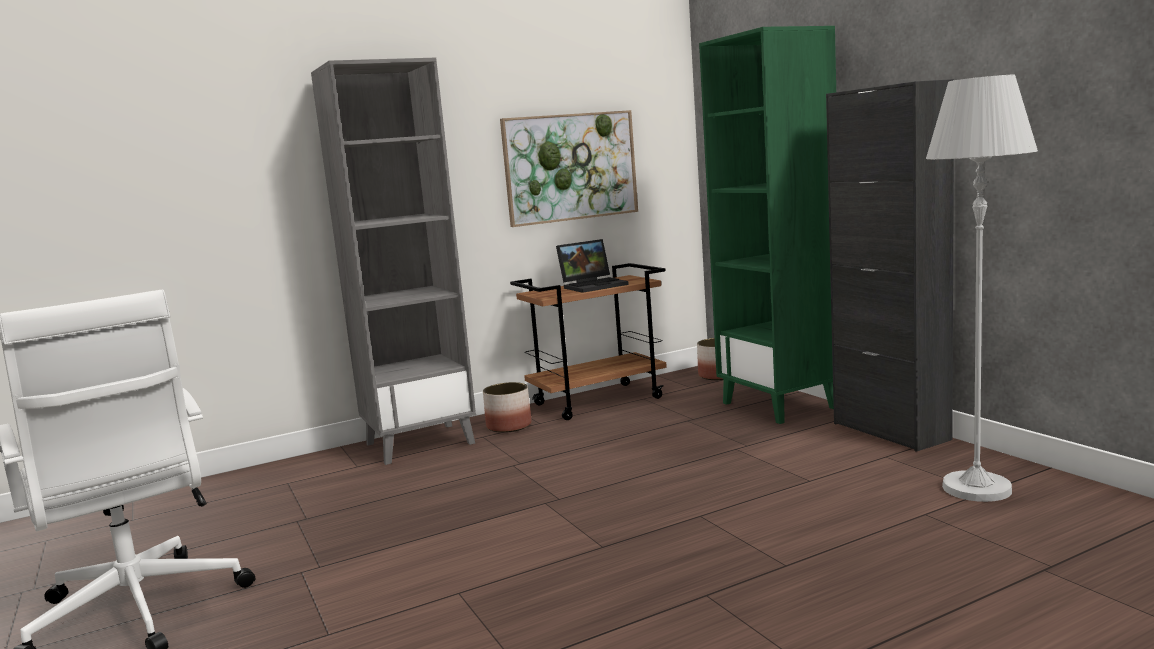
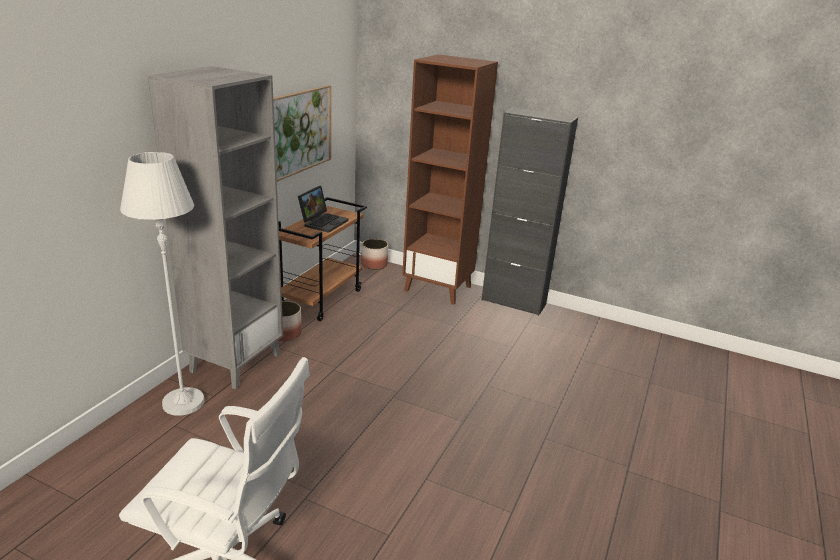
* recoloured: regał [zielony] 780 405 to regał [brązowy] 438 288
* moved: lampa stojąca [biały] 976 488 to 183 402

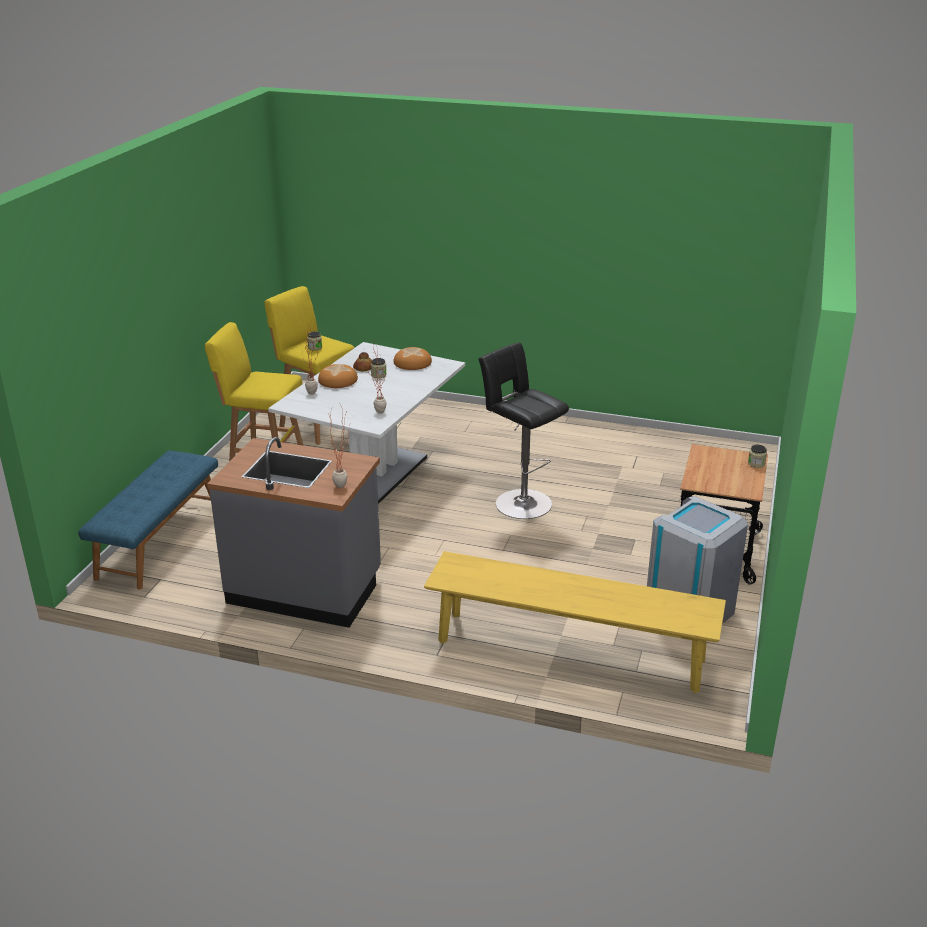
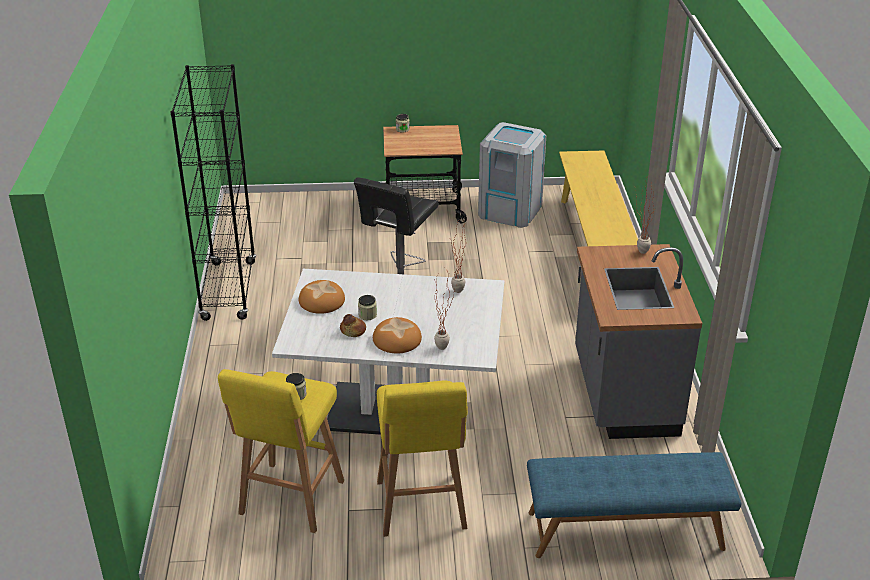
* added: regał [czarny] 229 291

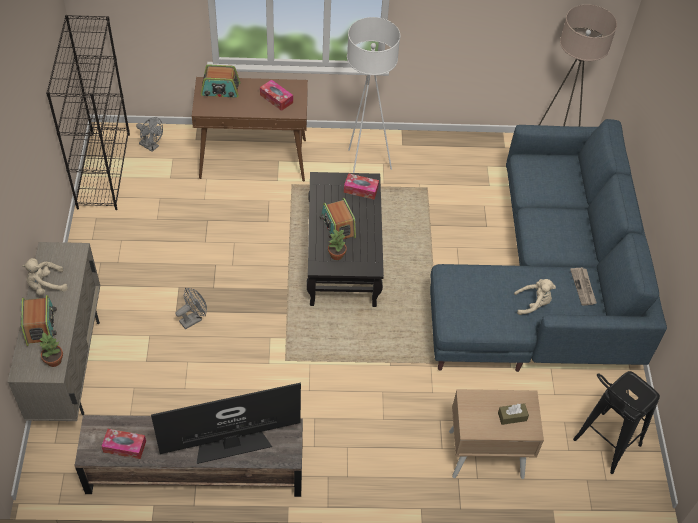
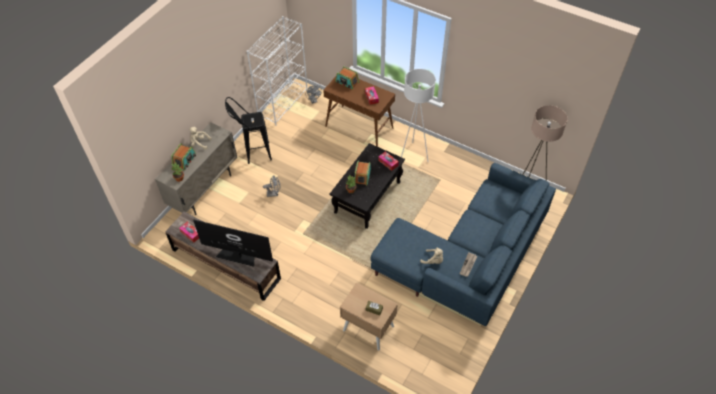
* recoloured: regał [czarny] 103 170 to regał [biały] 283 103
* moved: stołek [czarny] 600 448 to 253 153

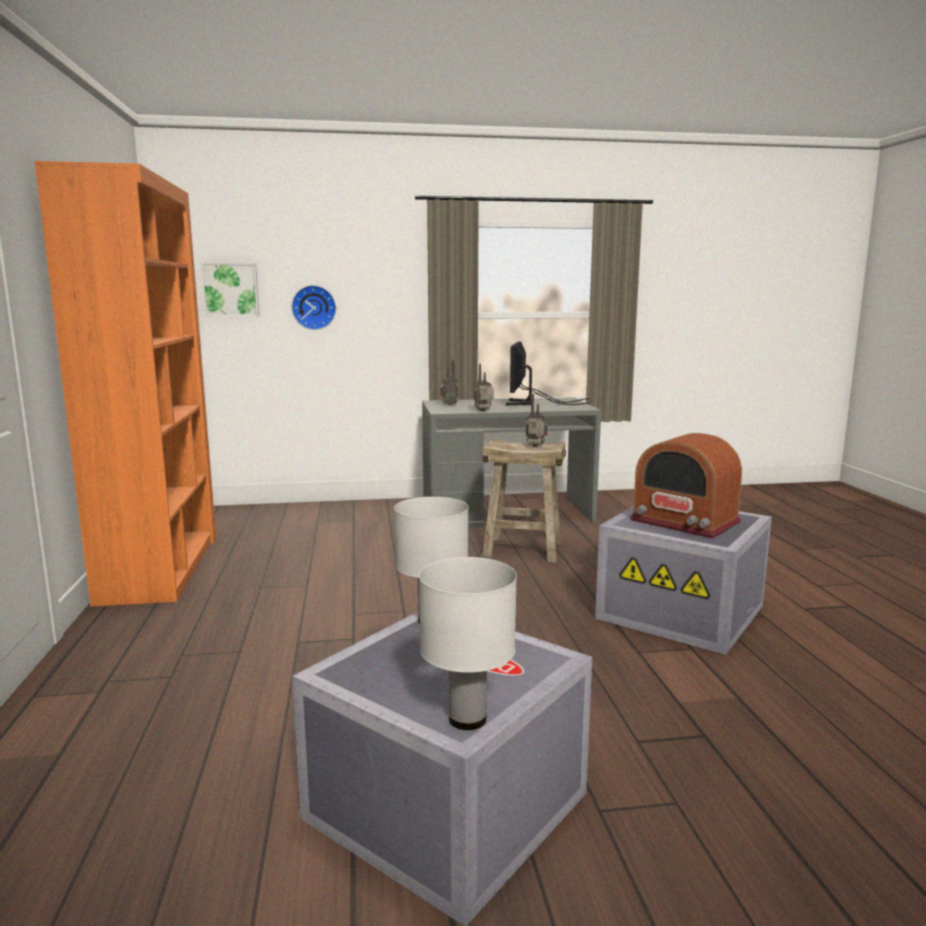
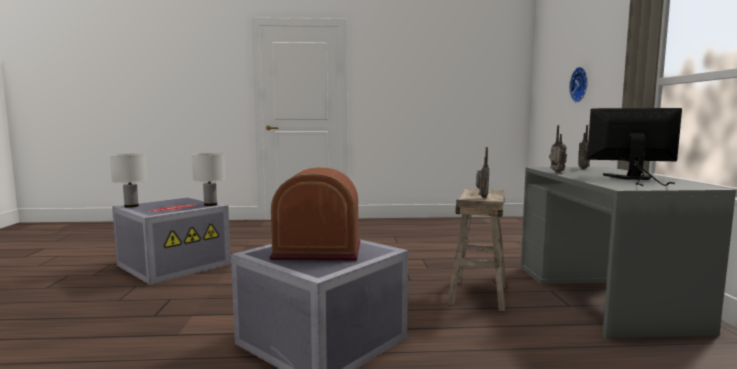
* removed: regał [pomarańczowy] 161 568
* removed: obraz 230 290
* turned: radio 684 521 = 317 250 45 degrees clockwise

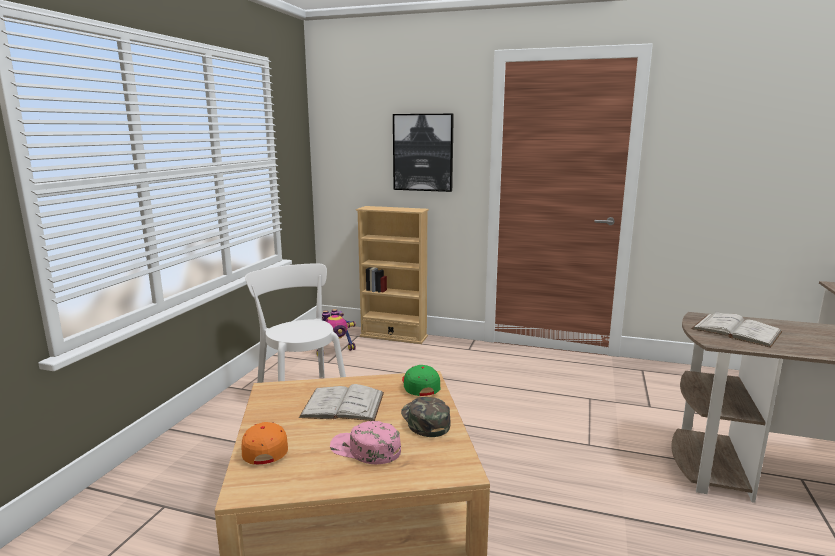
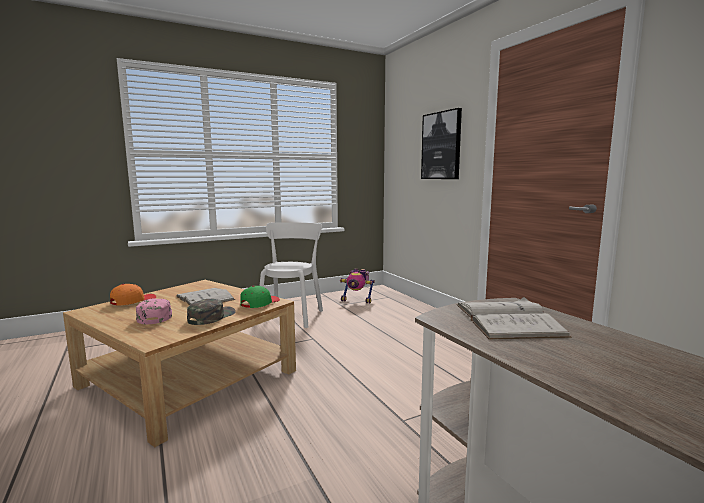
* removed: regał [beżowy] 393 336

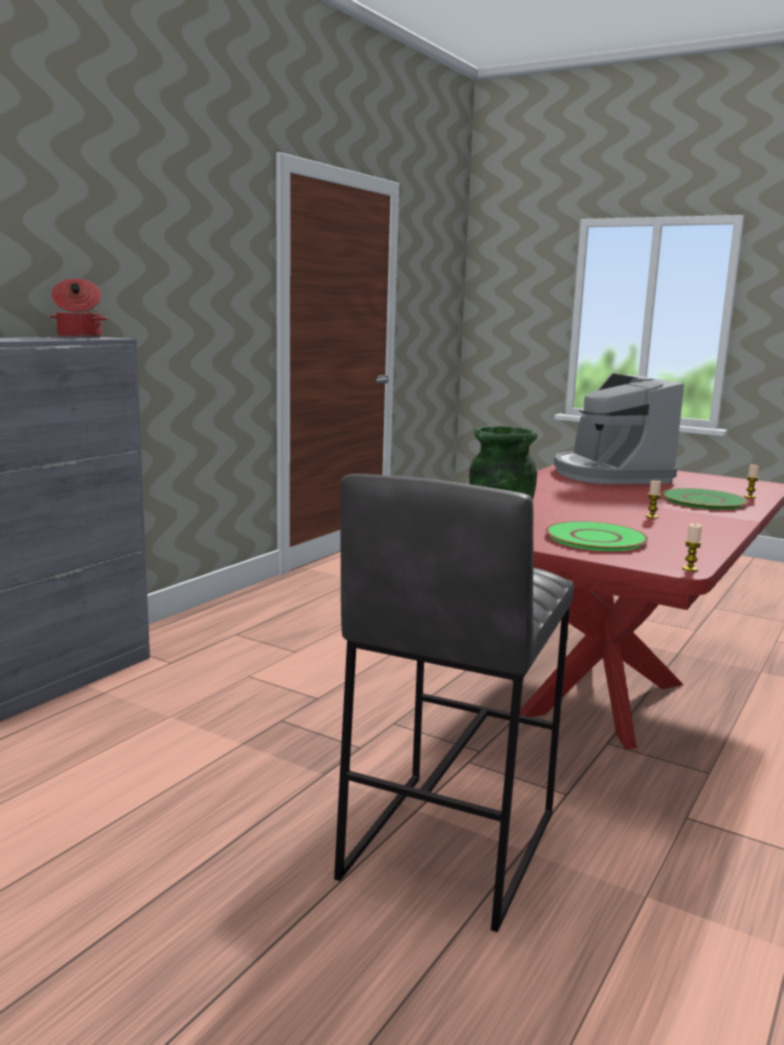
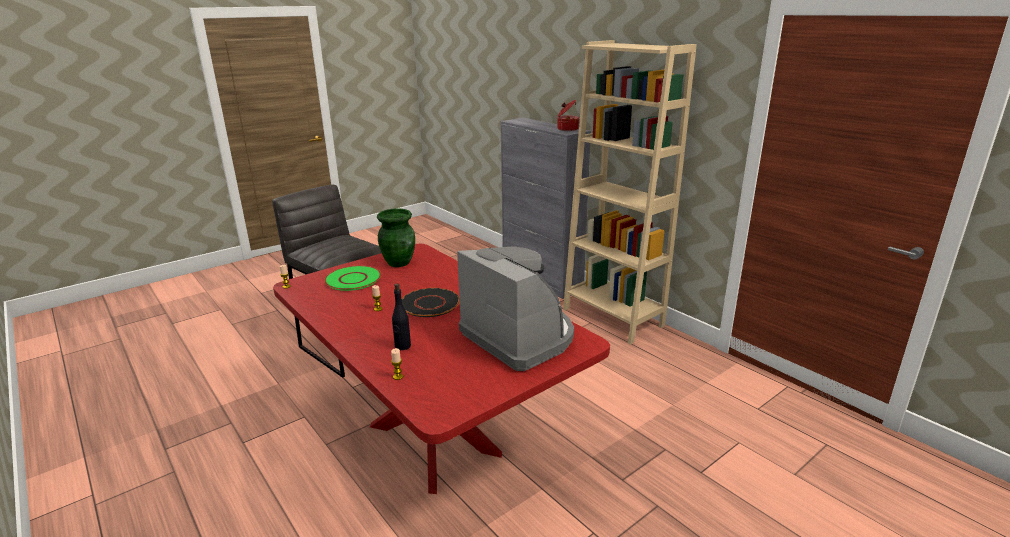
* turned: ekspres do kawy 609 474 = 519 337 45 degrees clockwise
* replaced: talerz [zielony] 703 500 to butelka [czarny] 402 346
* added: regał [beżowy] 612 317
* added: talerz [czarny] 429 303

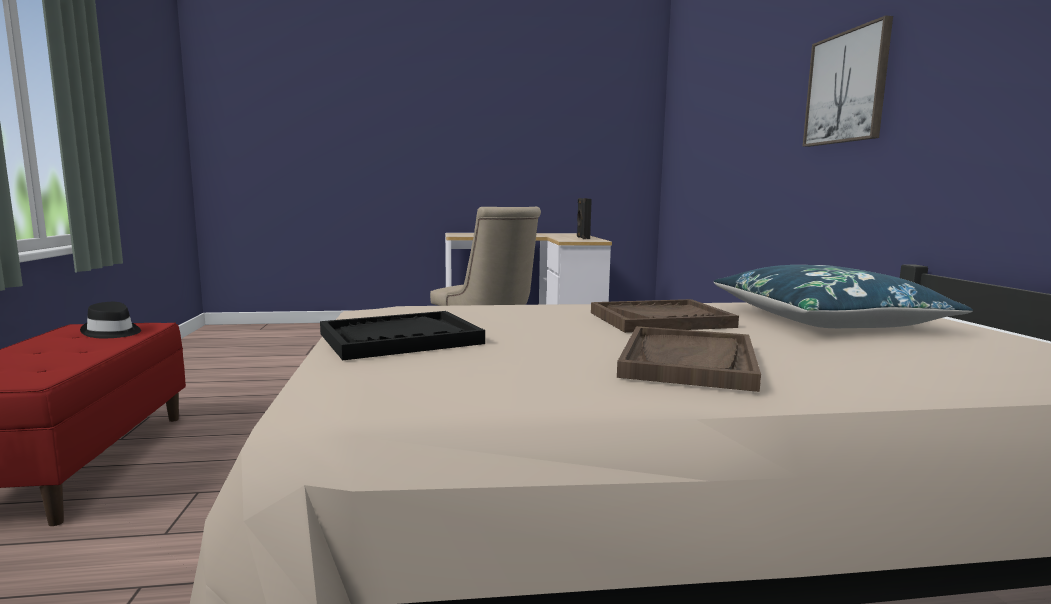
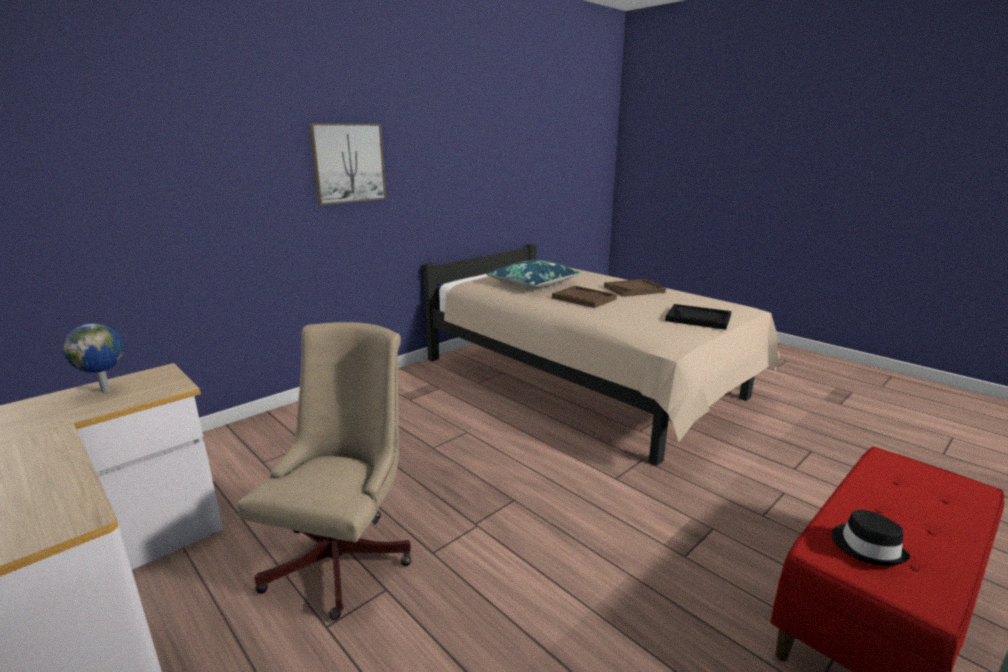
* replaced: głośnik [czarny] 582 238 to globus 107 390

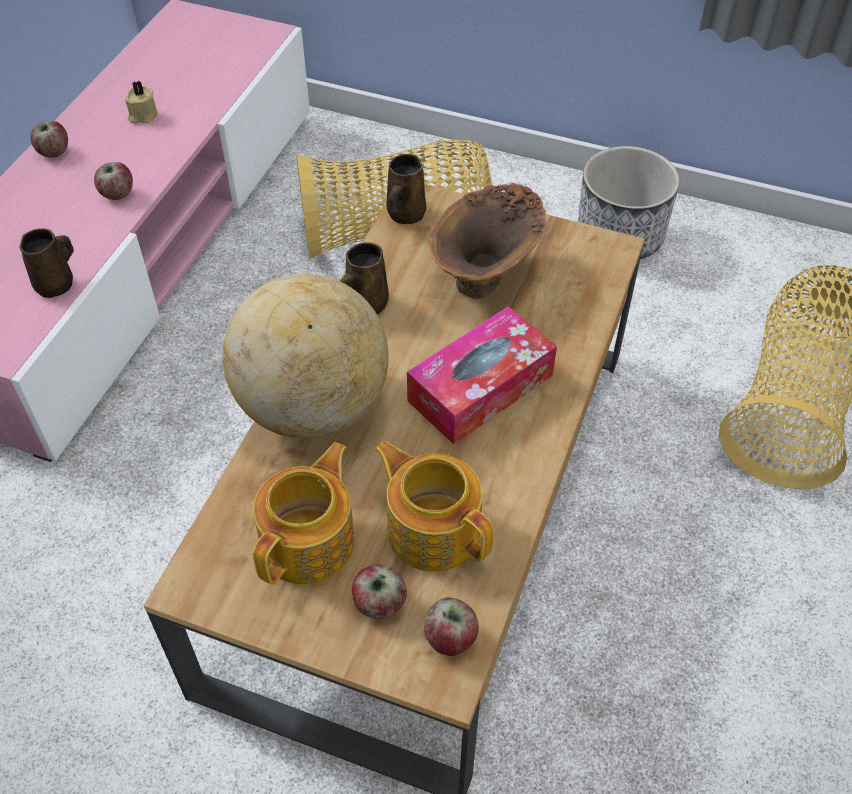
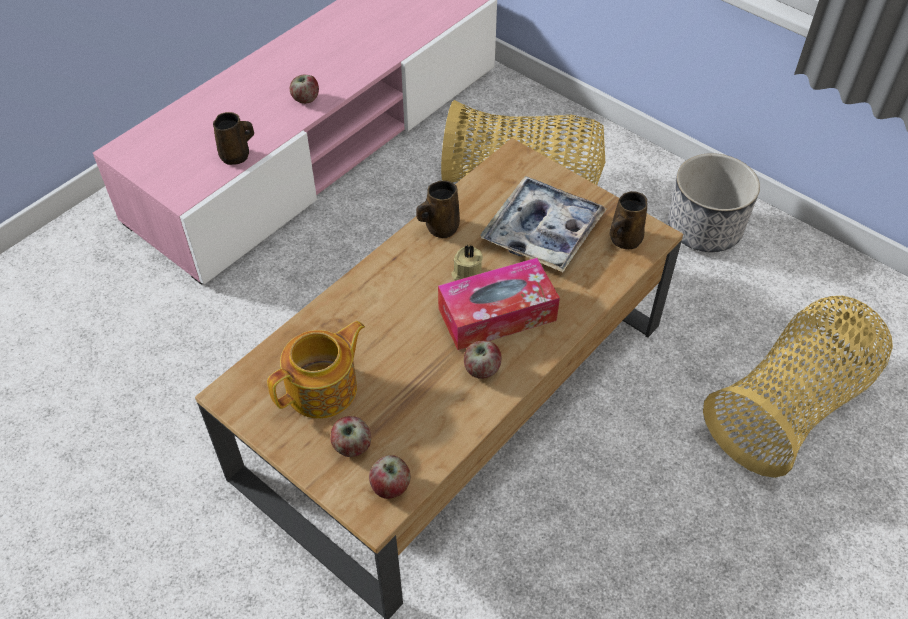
* moved: świeca [beżowy] 143 116 to 466 273
* moved: jabłko 53 152 to 481 369
* moved: kubek [brązowy] 405 215 to 624 240
* replaced: wazon [brązowy] 487 277 to taca 542 232
* removed: globus 313 407
* removed: imbryk 433 528

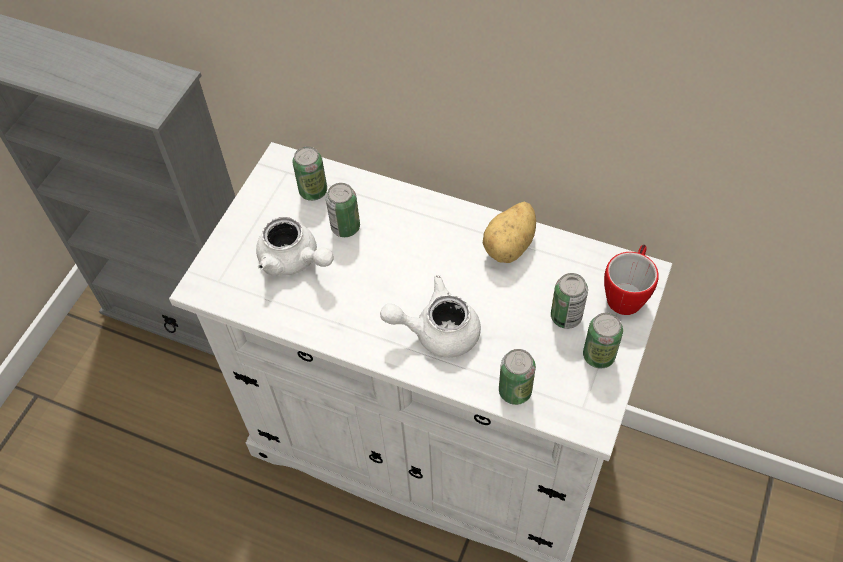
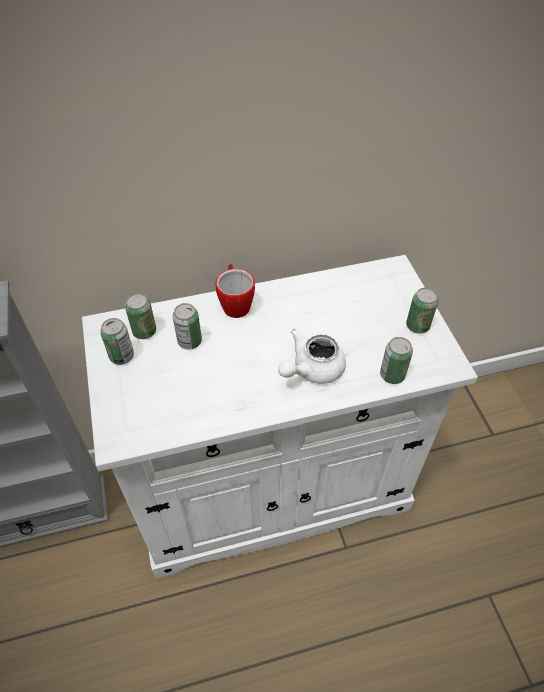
* removed: ziemniak 510 246
* removed: imbryk [biały] 294 261
* moved: kubek 627 293 to 235 303
* moved: puszka 566 317 to 122 356

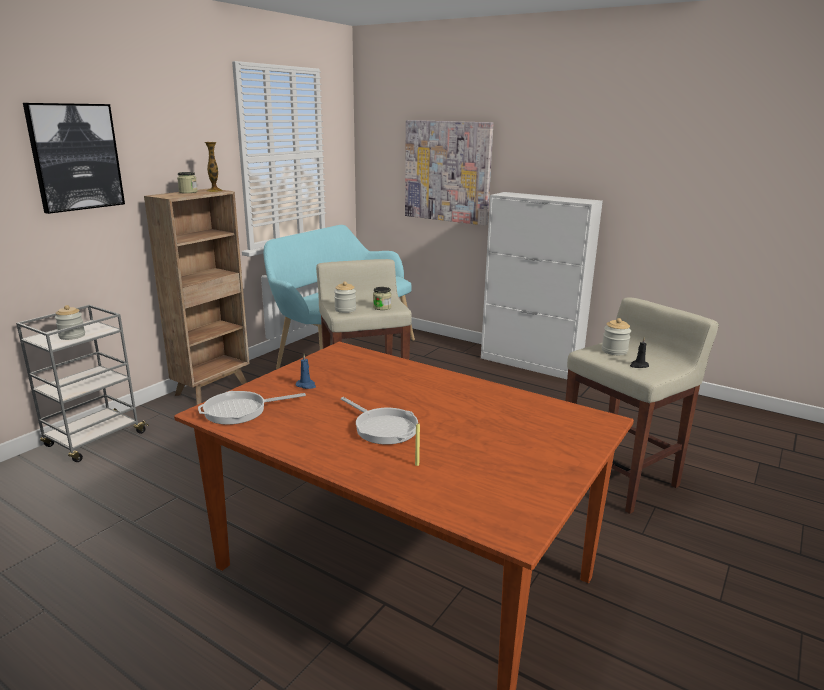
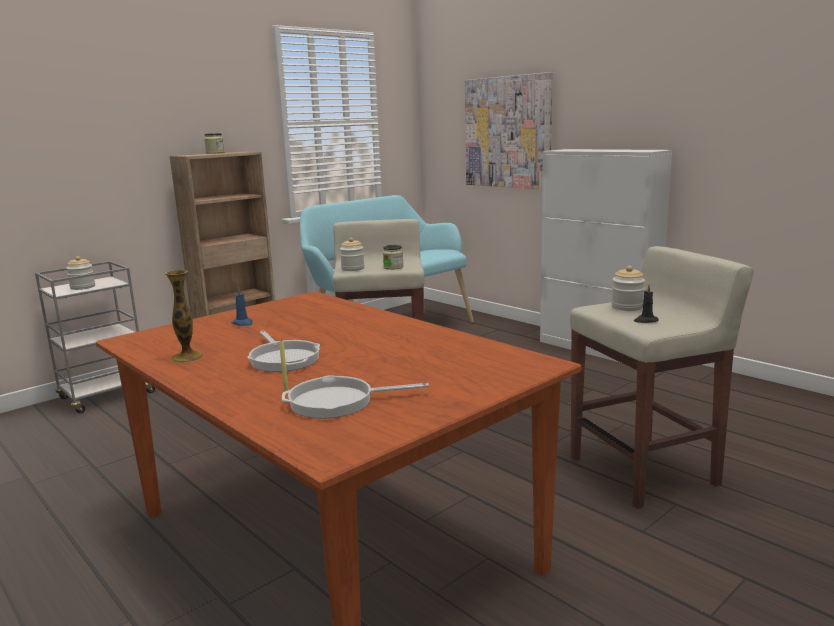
* removed: obraz 75 157
* moved: wazon 214 191 to 187 357
* moved: patelnia 240 411 to 338 402

